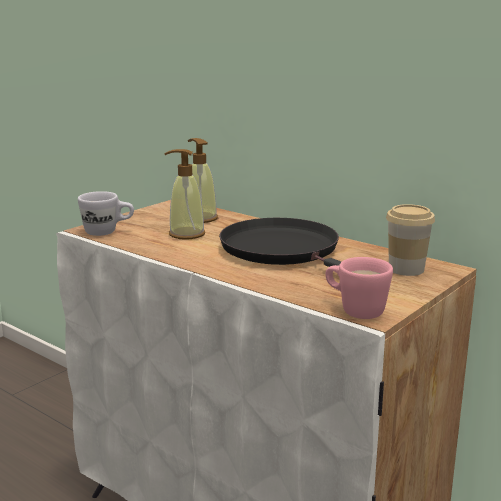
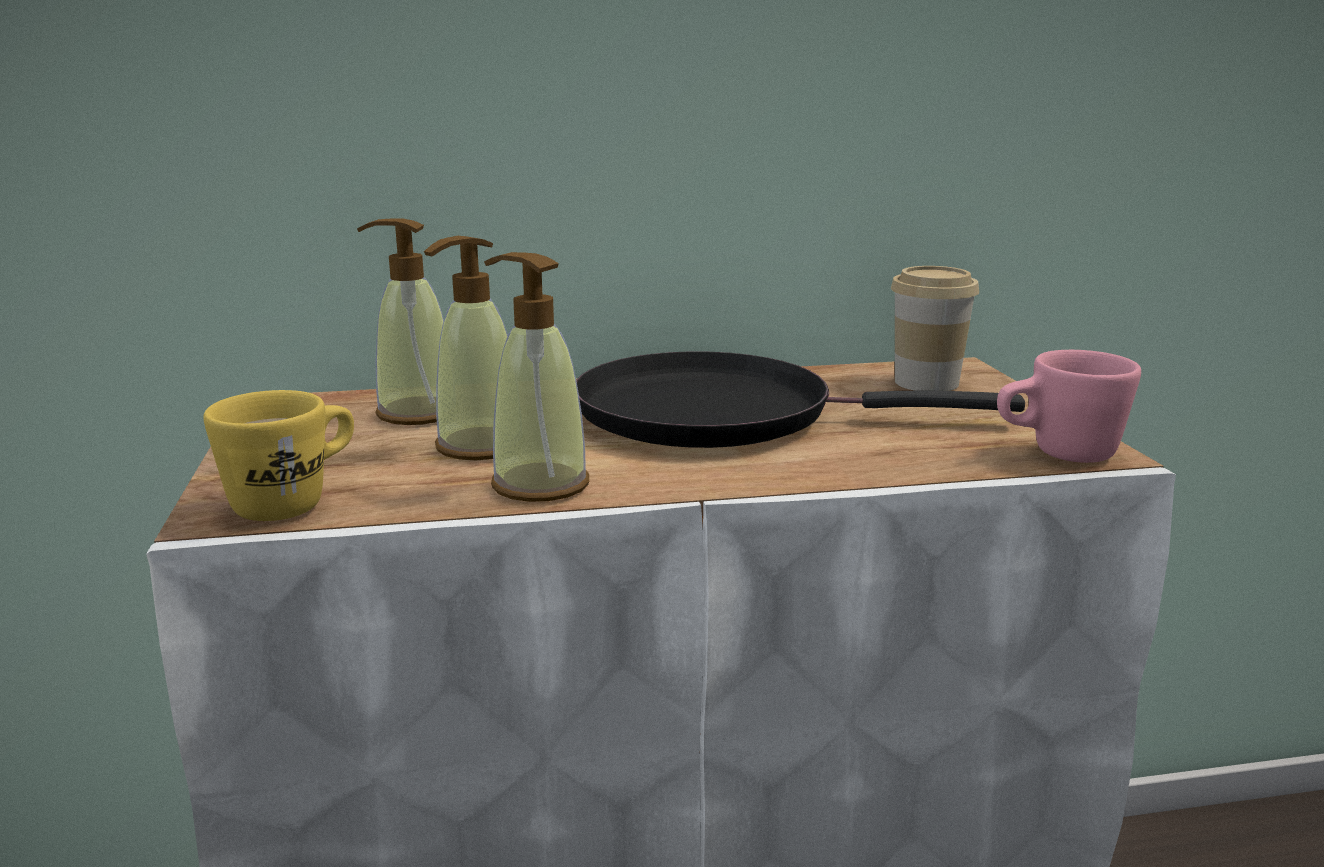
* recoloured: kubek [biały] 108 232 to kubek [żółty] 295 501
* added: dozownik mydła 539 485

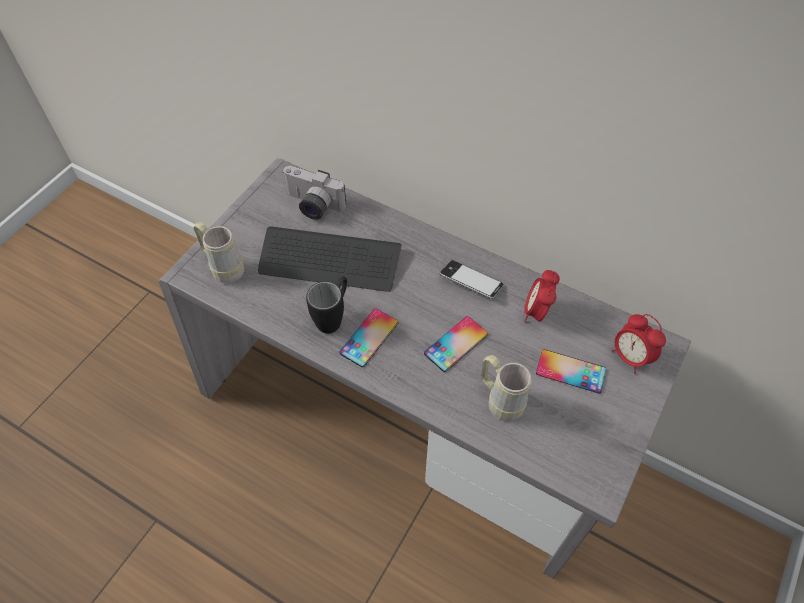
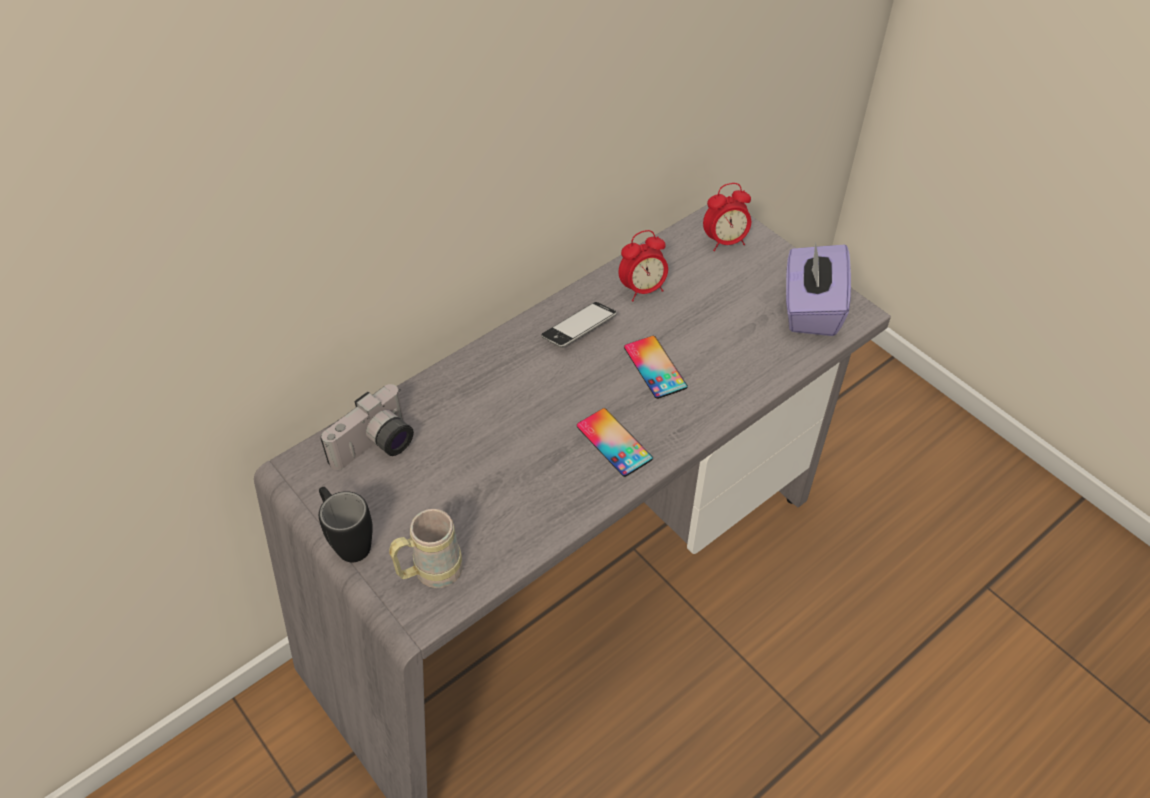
* removed: klawiatura 329 261
* turned: budzik 536 312 = 642 289 60 degrees counterclockwise
* moved: kubek [czarny] 333 317 to 348 540
* removed: telefon 570 371
* removed: kubek [beżowy] 500 400
* added: pudełko chusteczek [fioletowy] 810 309

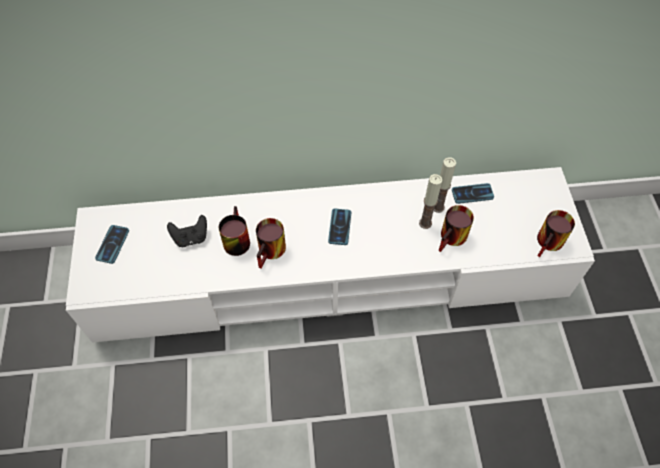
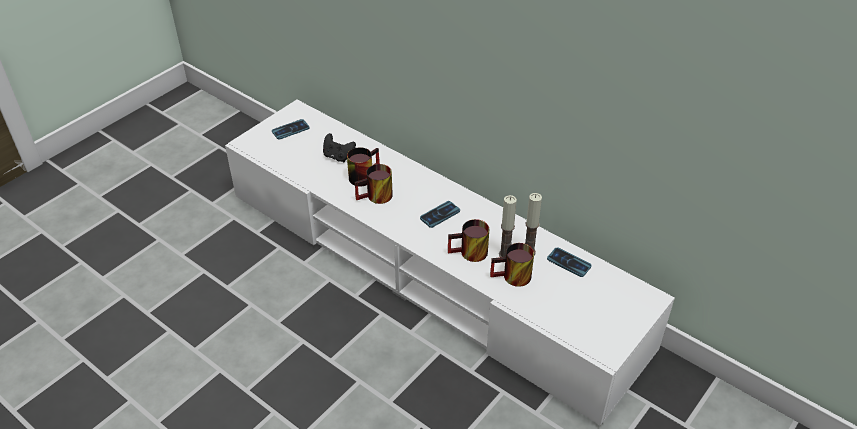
* moved: kubek 550 244 to 469 254

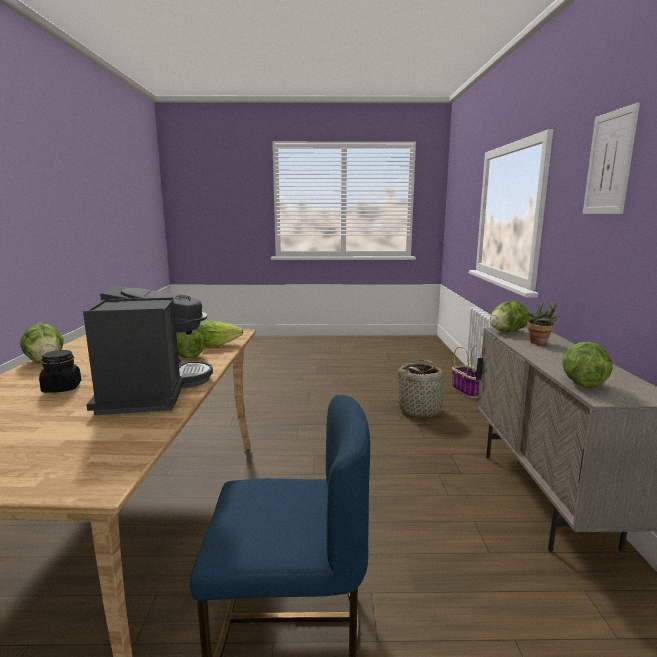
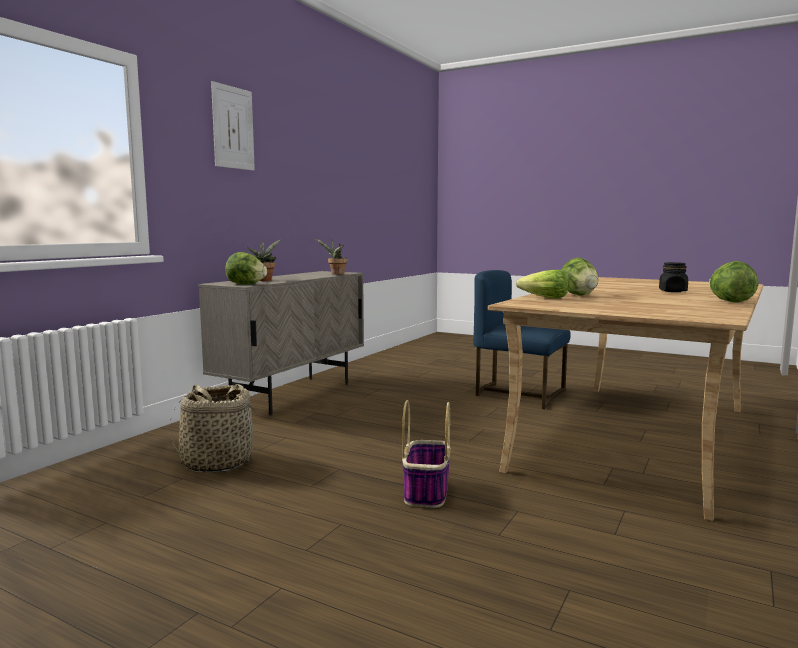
* removed: ekspres do kawy 151 391
* replaced: sałata 581 383 to roślina doniczkowa 336 274
* moved: koszyk 468 391 to 426 491

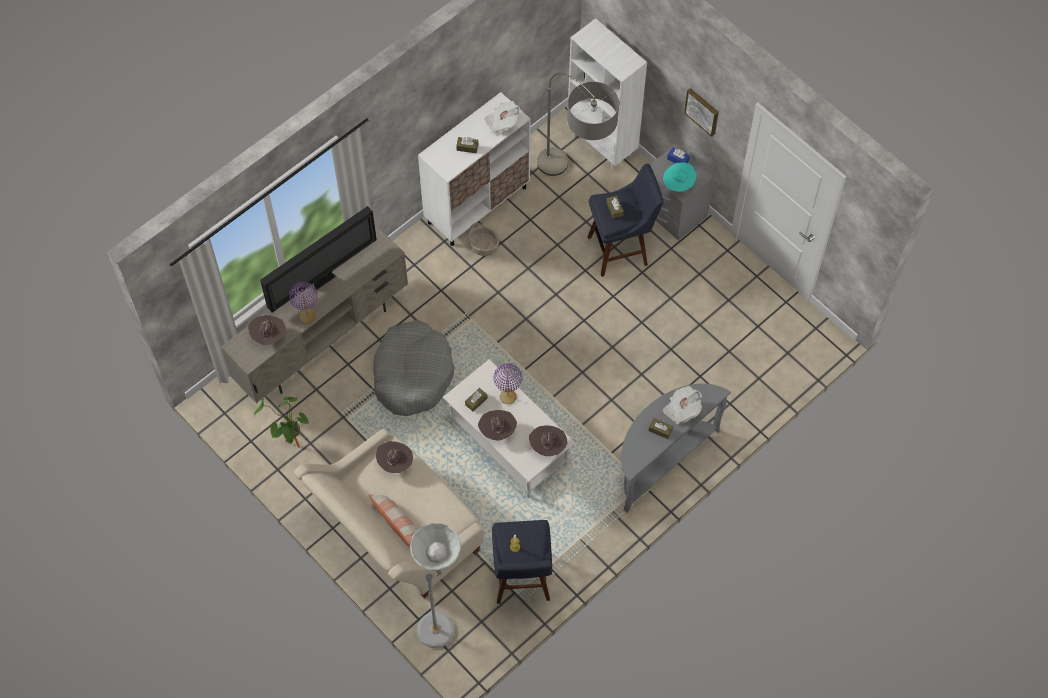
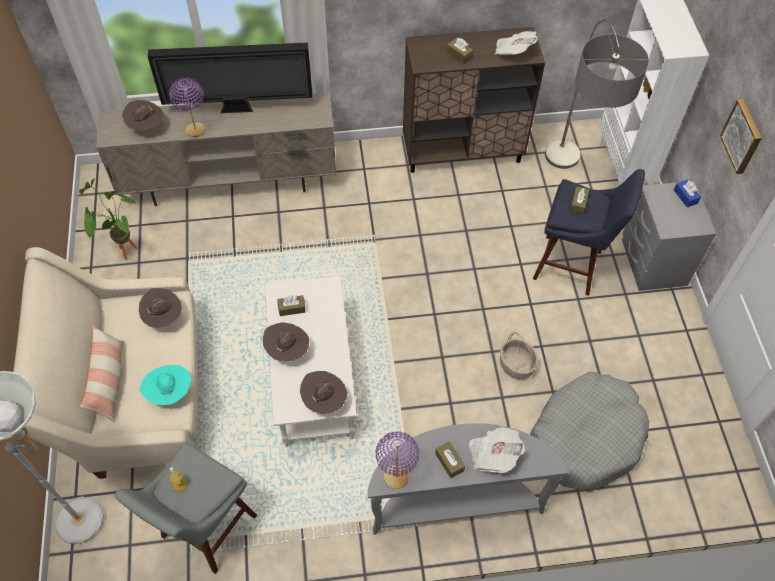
* recoloured: szafka [biały] 477 205 to szafka [brązowy] 463 152
* moved: kapelusz [turkusowy] 678 184 to 170 392
* moved: koszyk 484 246 to 516 365
* moved: legowisko [szary] 412 374 to 585 438
* moved: lampa stołowa [fioletowy] 507 397 to 395 477
* recoloured: stołek [niebieski] 522 582 to stołek [szary] 205 531

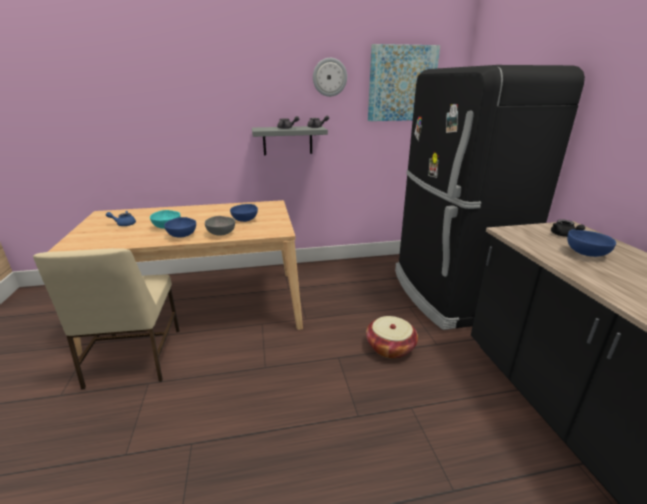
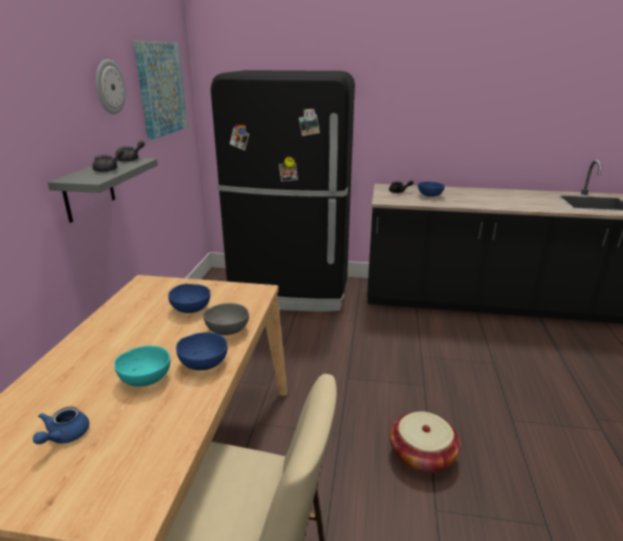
* moved: koszyk 390 347 to 422 455

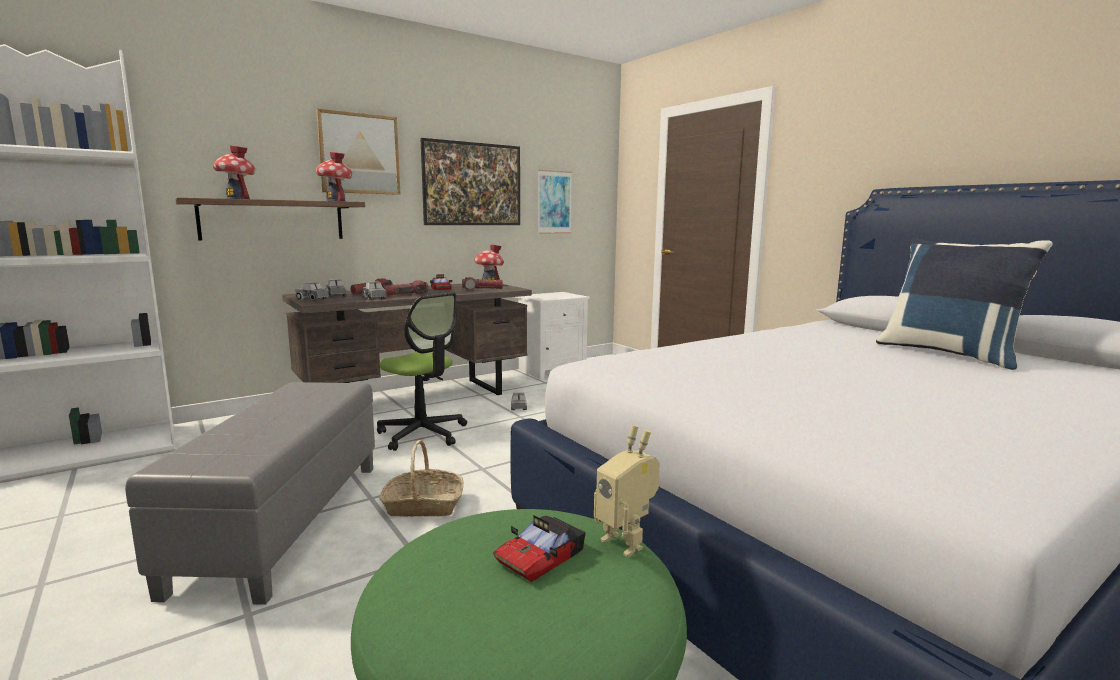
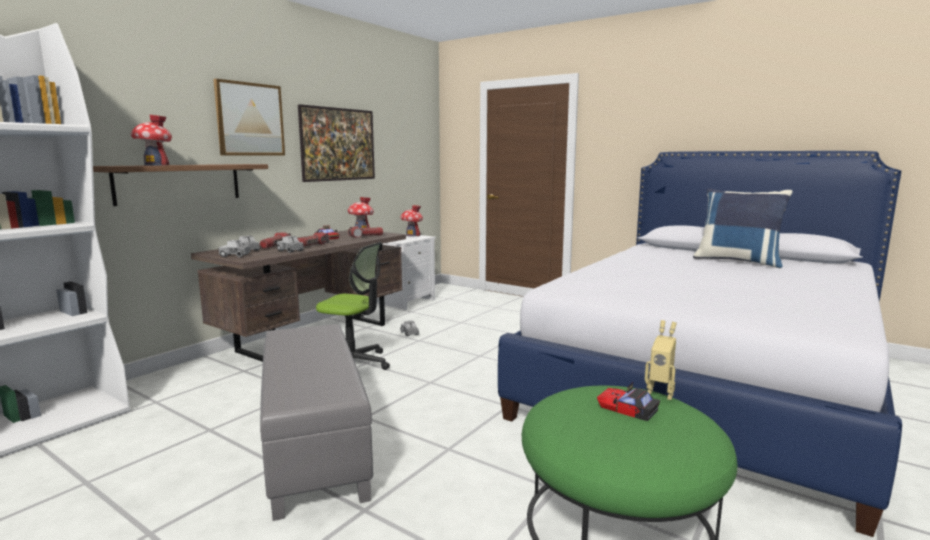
* moved: domek 336 201 to 412 235
* removed: obraz 554 202
* removed: koszyk 423 505
* turned: samochodzik 541 557 = 627 408 105 degrees clockwise

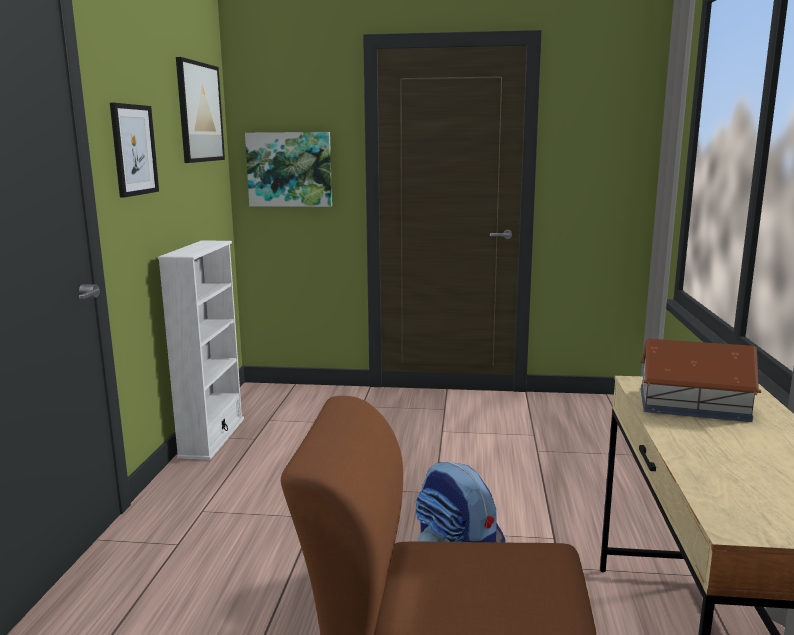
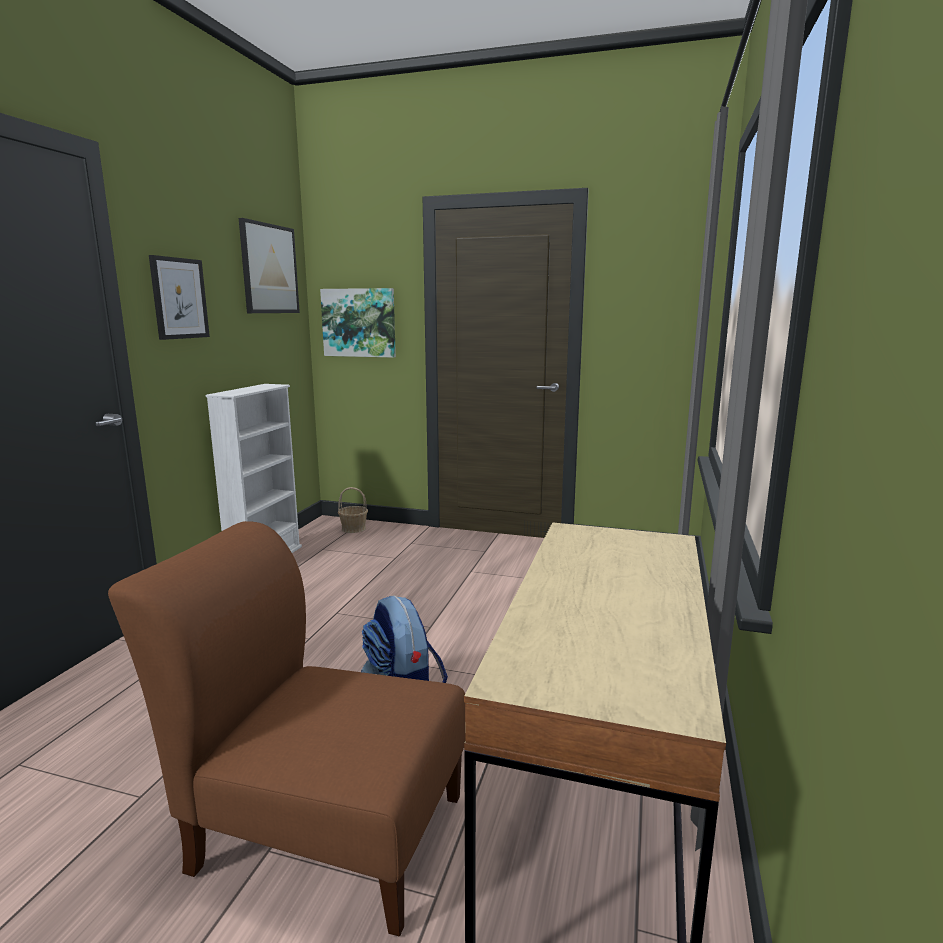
* removed: domek 691 404
* added: koszyk 353 528

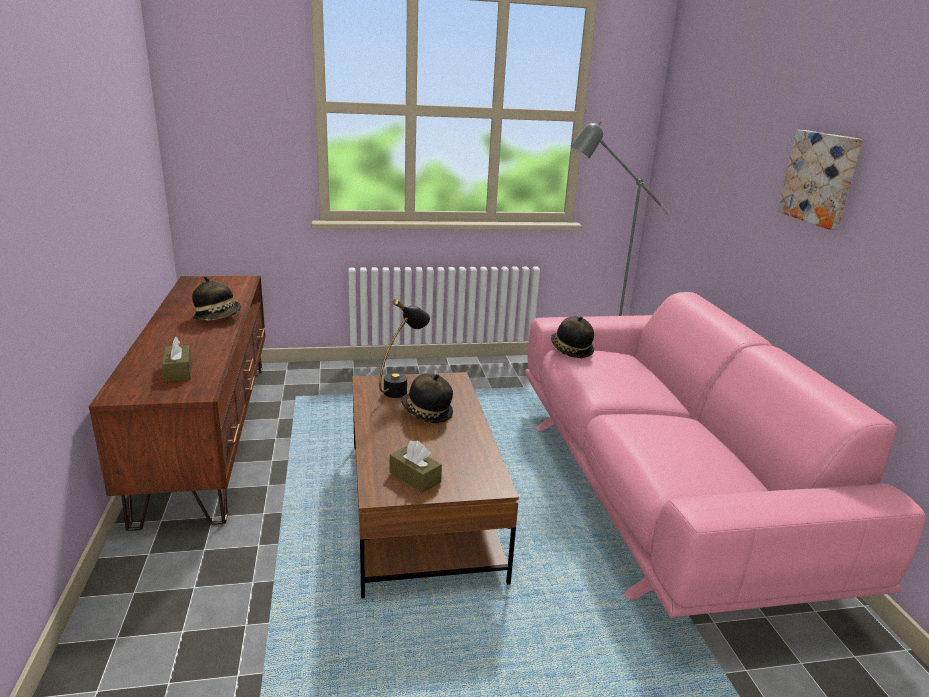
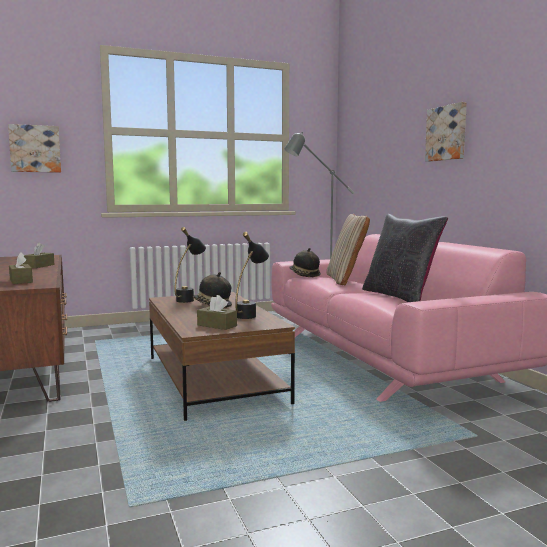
* replaced: kapelusz 218 317 to pudełko chusteczek [brązowy] 39 266
* added: obraz 35 149
* added: poduszka [beżowy] 346 280
* added: poduszka [czarny] 400 296
* added: lampa stołowa [czarny] 250 314

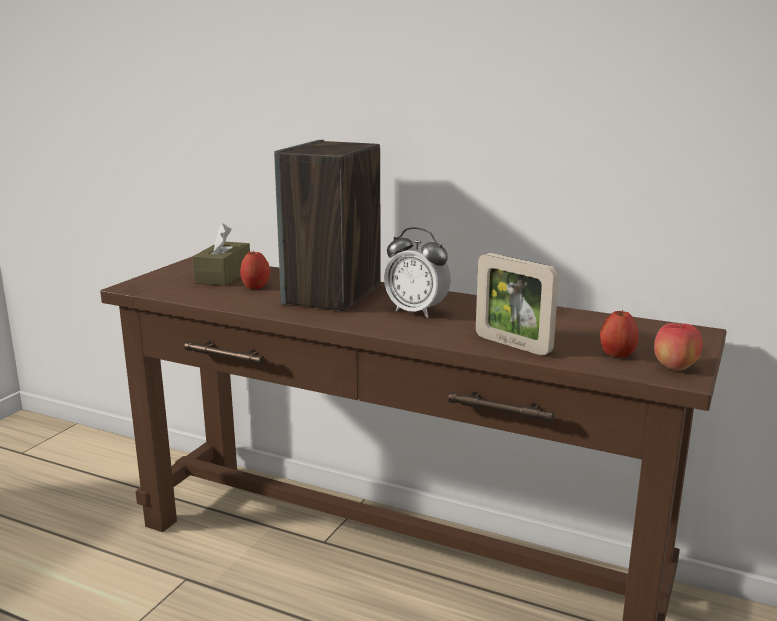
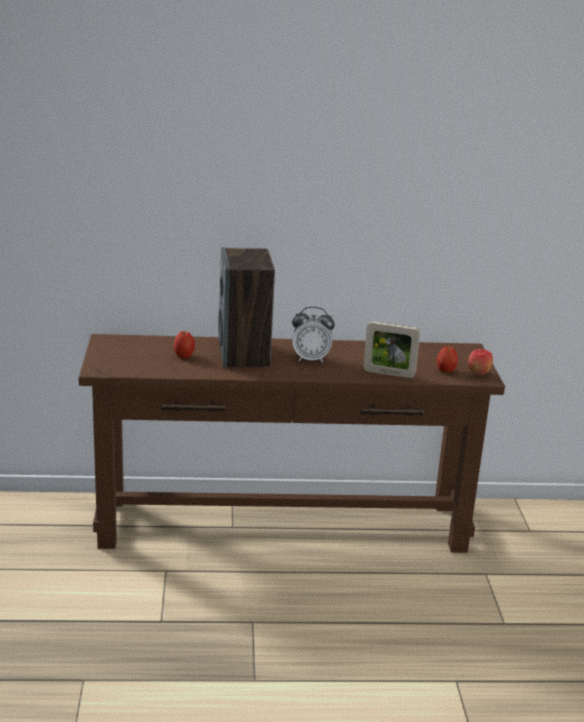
* removed: pudełko chusteczek [brązowy] 223 276

